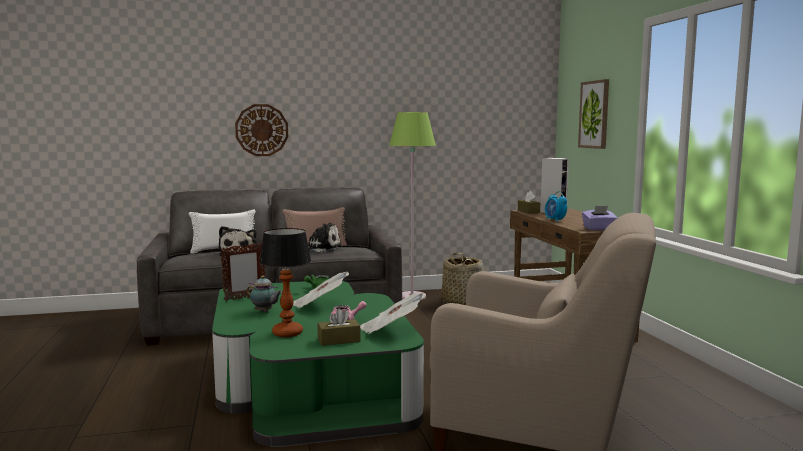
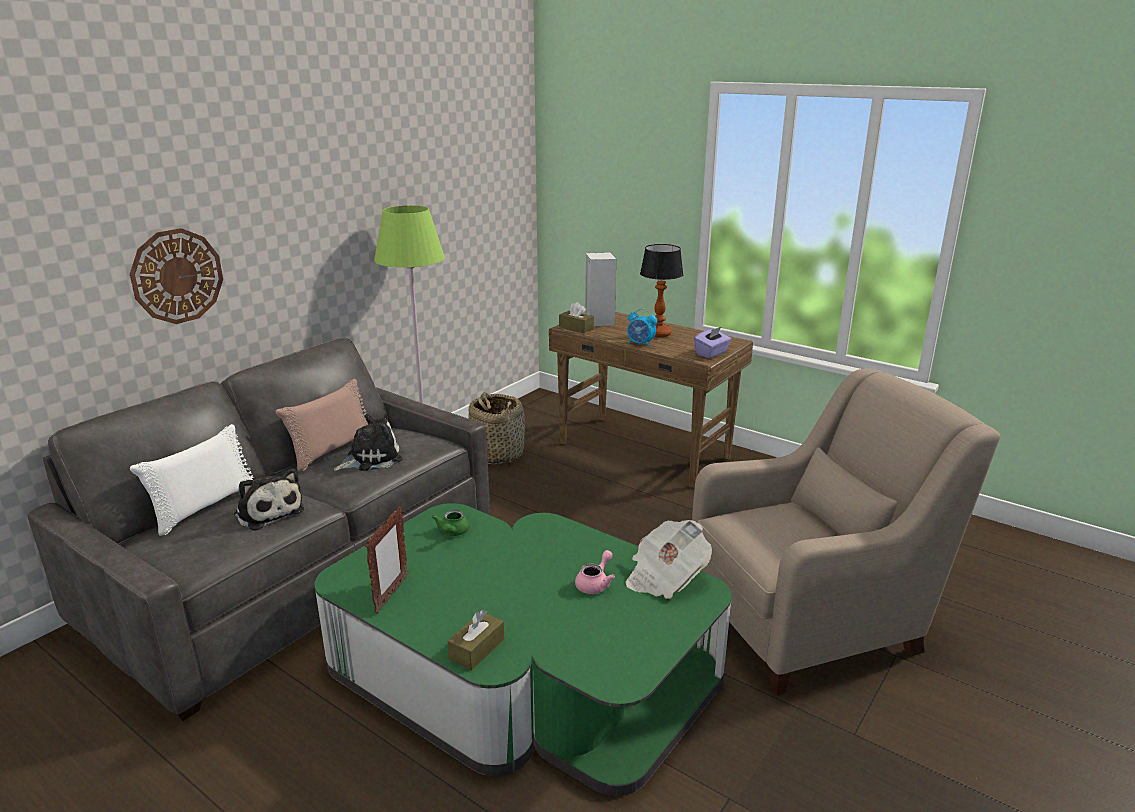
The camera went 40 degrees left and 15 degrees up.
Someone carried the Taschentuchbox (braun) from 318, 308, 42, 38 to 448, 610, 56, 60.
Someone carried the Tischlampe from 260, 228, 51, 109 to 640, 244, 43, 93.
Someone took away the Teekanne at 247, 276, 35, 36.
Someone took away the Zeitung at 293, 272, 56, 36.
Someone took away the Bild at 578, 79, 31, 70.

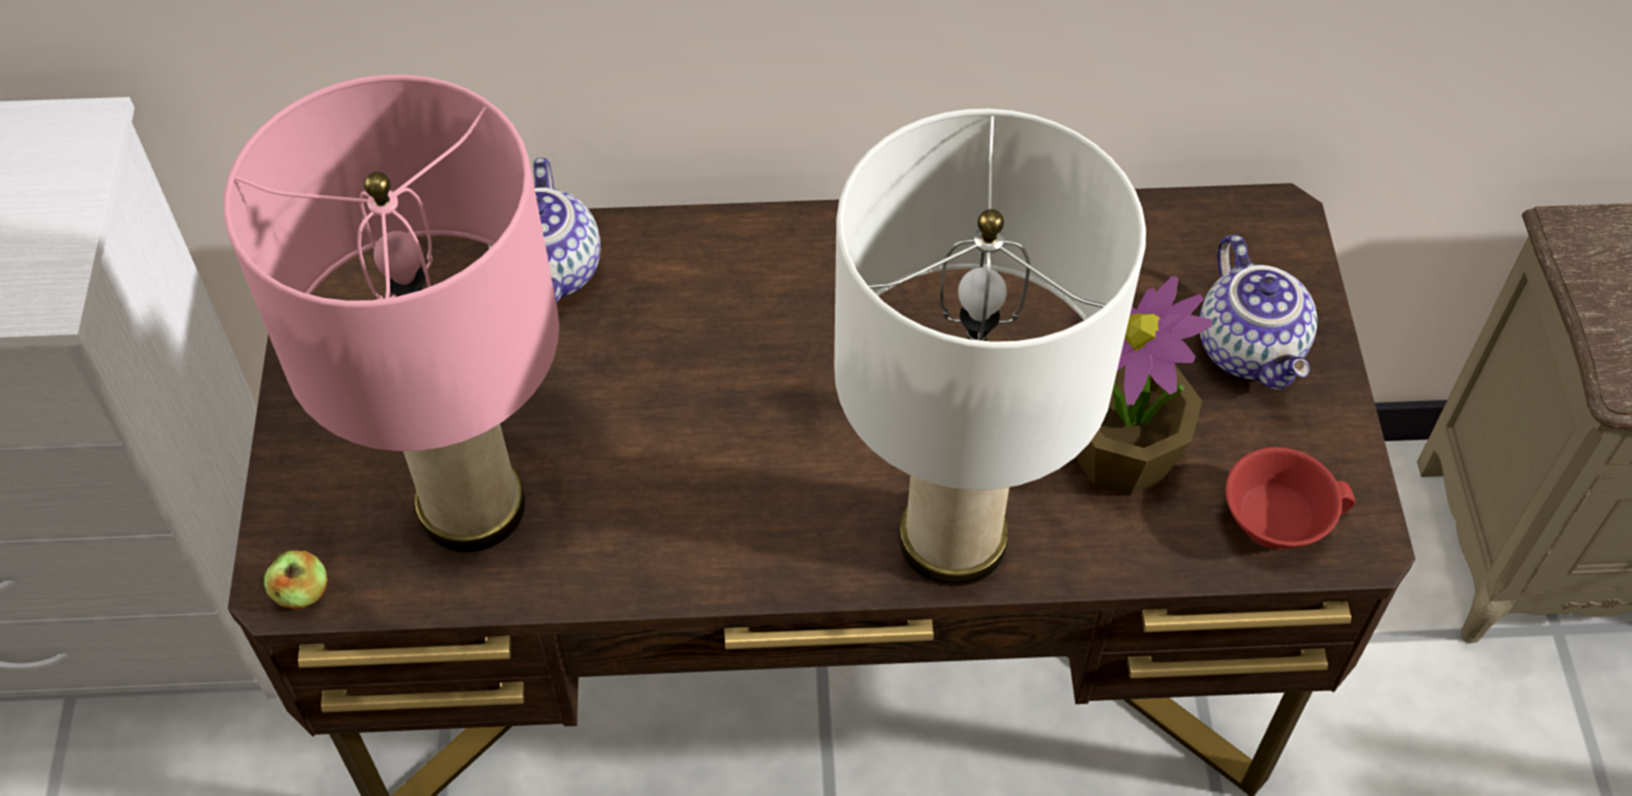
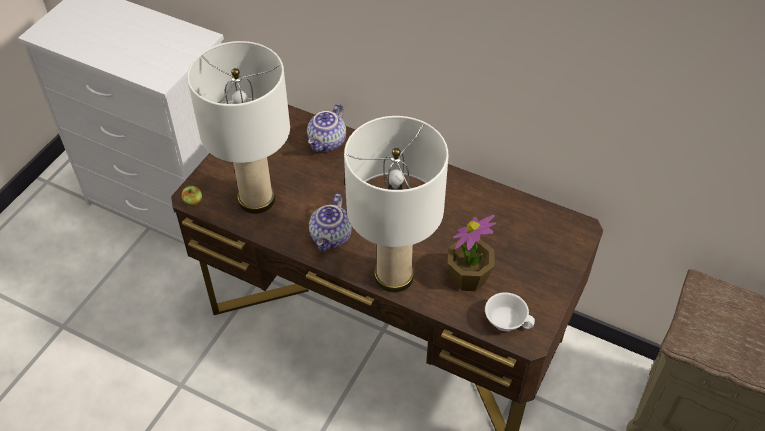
The camera went 30 degrees right and 5 degrees down.
Someone repainted the Tischlampe (rosa) at 224, 75, 335, 477, which became the Tischlampe (weiß) at 187, 41, 103, 173.
Someone carried the Teekanne from 1200, 235, 117, 155 to 309, 194, 43, 57.
Someone repainted the Tasse (rot) at 1225, 447, 131, 102, which became the Tasse (weiß) at 485, 292, 50, 39.

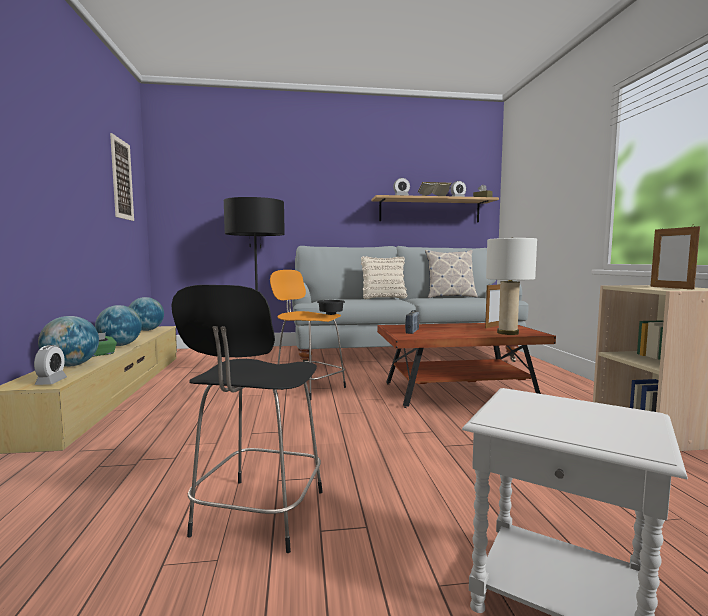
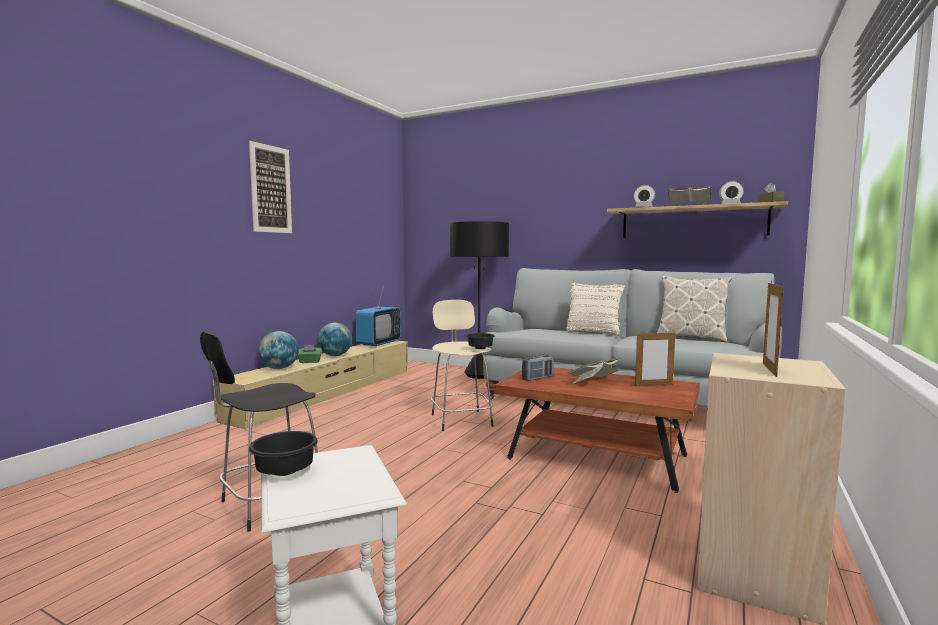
The camera went 35 degrees right and 0 degrees up.
Someone carried the Bild from 110, 133, 24, 88 to 249, 141, 43, 92.
Someone put down the Schüssel (schwarz) at 249, 431, 69, 45.
Someone swapped the Globus at 129, 297, 35, 34 for the Fernseher at 355, 284, 46, 63.
Someone repainted the Hocker (orange) at 270, 270, 76, 130, which became the Hocker (beige) at 431, 300, 62, 131.
Someone put down the Buch at 565, 358, 56, 26.
Someone took away the Wecker at 34, 345, 33, 40.
Someone took away the Tischlampe (weiß) at 486, 238, 51, 97.

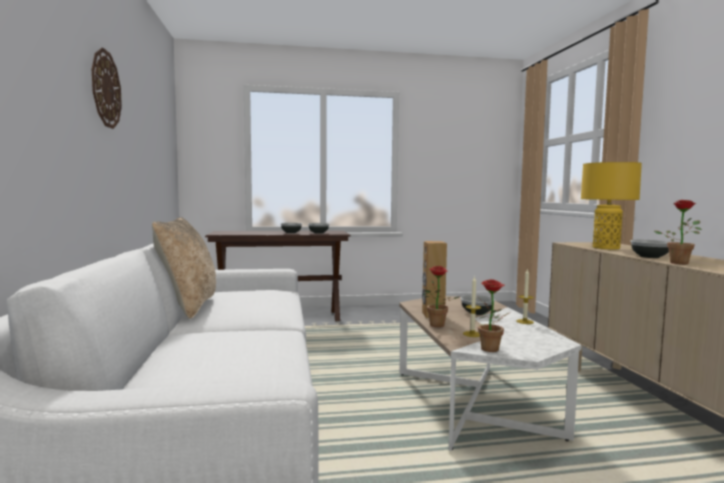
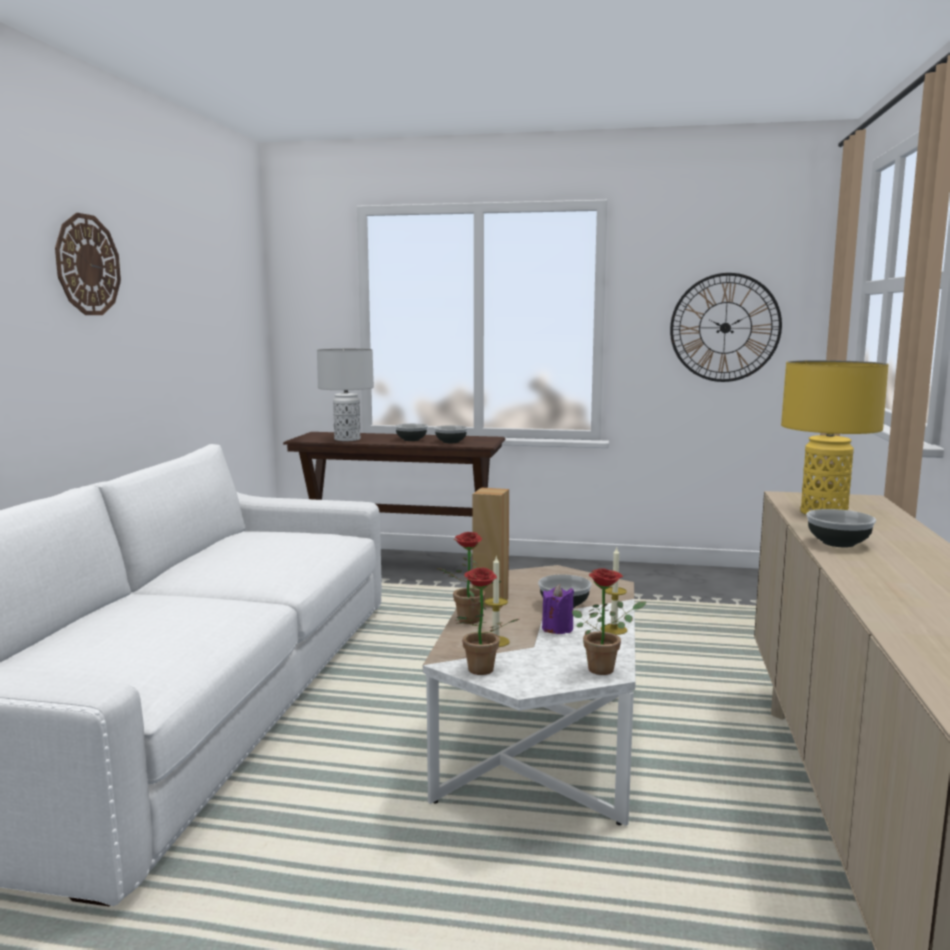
The camera went 20 degrees right and 5 degrees up.
Someone put down the Tischlampe (weiß) at 317, 349, 57, 92.
Someone put down the Kerze (lila) at 542, 584, 32, 50.
Someone carried the Topfpflanze from 654, 200, 48, 64 to 572, 569, 74, 106.
Someone put up the Wanduhr at 670, 273, 112, 109.
Someone took away the Kissen (beige) at 152, 217, 64, 102.

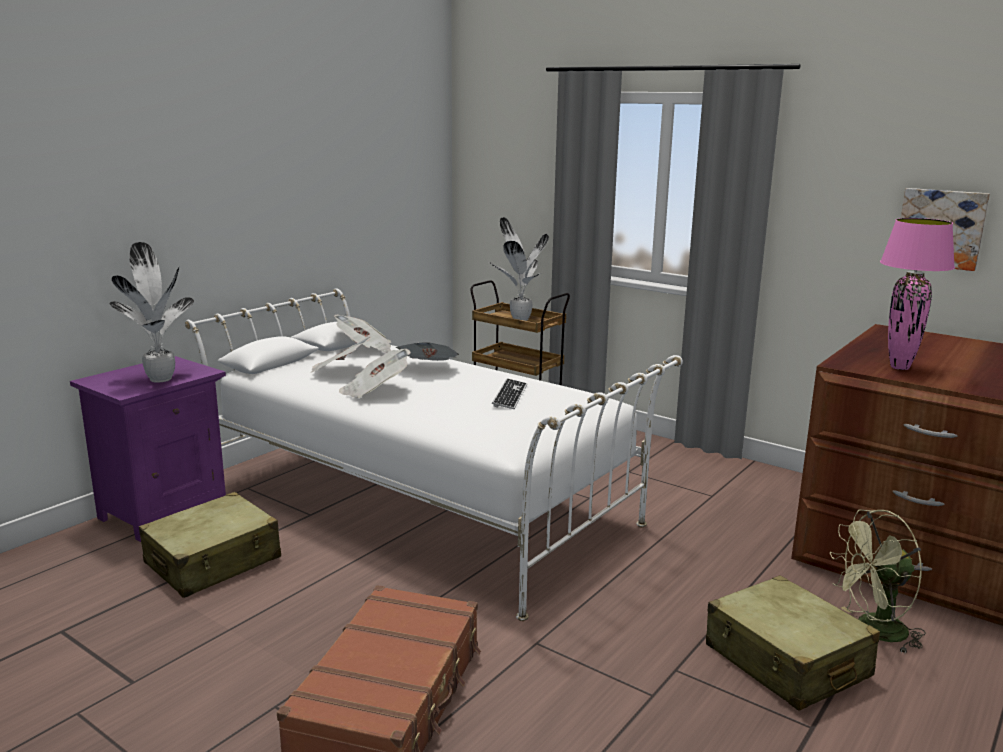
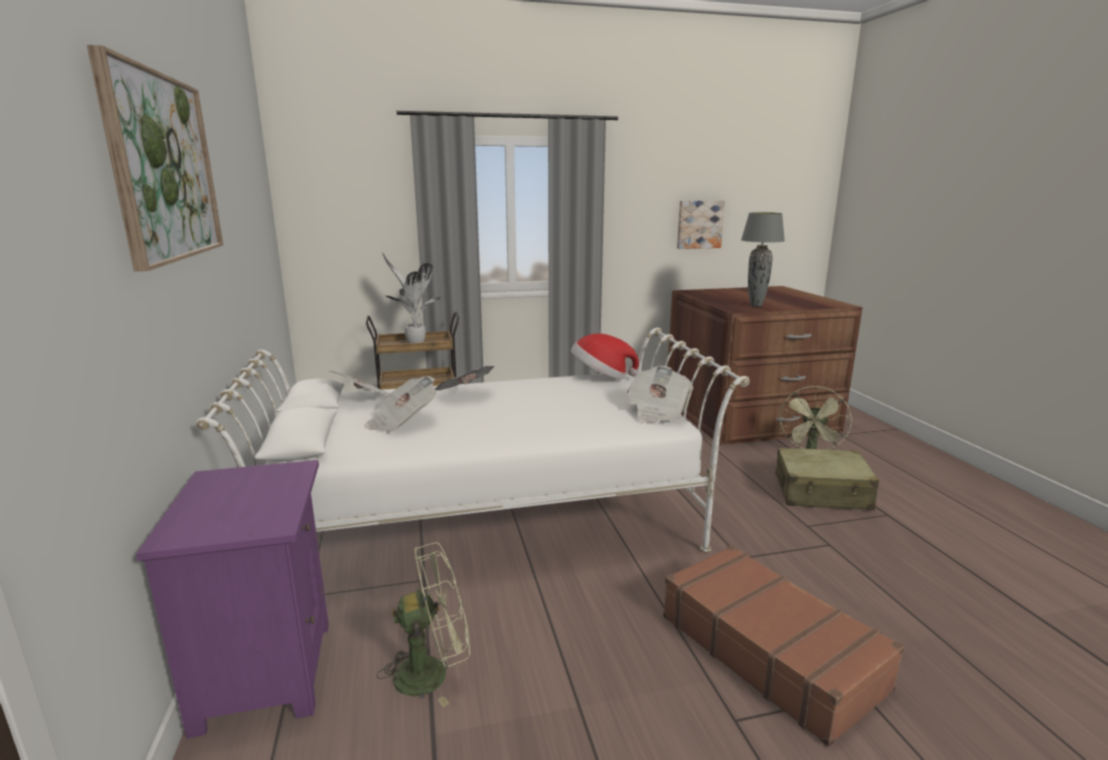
The camera went 50 degrees left and 0 degrees up.
Someone put up the Bild at 87, 45, 136, 227.
Someone swapped the Koffer (beige) at 139, 492, 142, 106 for the Ventilator (grün) at 377, 542, 93, 165.
Someone put down the Hut at 571, 333, 68, 47.
Someone carried the Zeitung from 339, 349, 72, 49 to 627, 366, 67, 57.
Someone repainted the Tischlampe (rosa) at 880, 218, 75, 152, which became the Tischlampe (grau) at 741, 212, 44, 95.
Someone took away the Topfpflanze at 109, 242, 85, 140.
Someone took away the Tastatur at 492, 378, 35, 31.

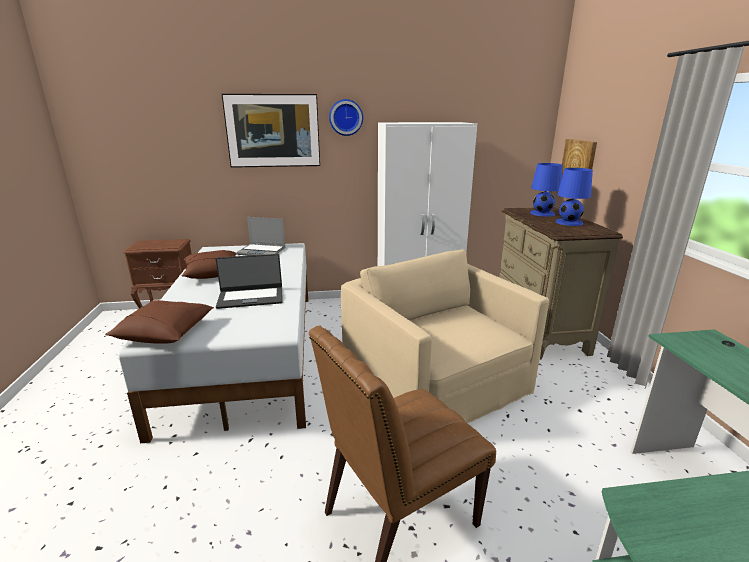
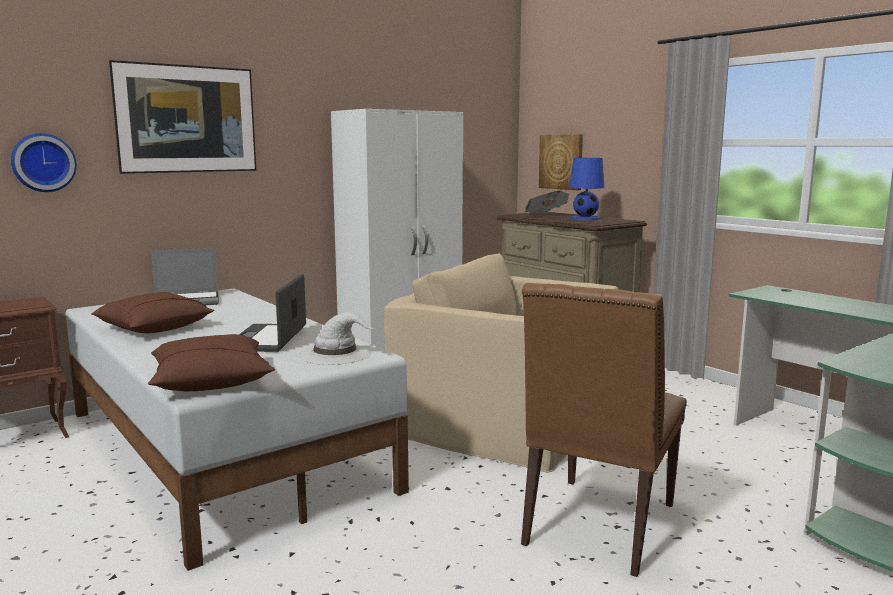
The camera went 30 degrees left and 10 degrees down.
Someone carried the Wanduhr from 329, 99, 34, 37 to 11, 133, 66, 59.
Someone rotated the Laptop at 216, 254, 66, 55 by 135 degrees clockwise.
Someone put down the Hut (weiß) at 298, 312, 76, 53.
Someone swapped the Tischlampe (blau) at 530, 163, 33, 54 for the Zeitung at 525, 191, 44, 23.

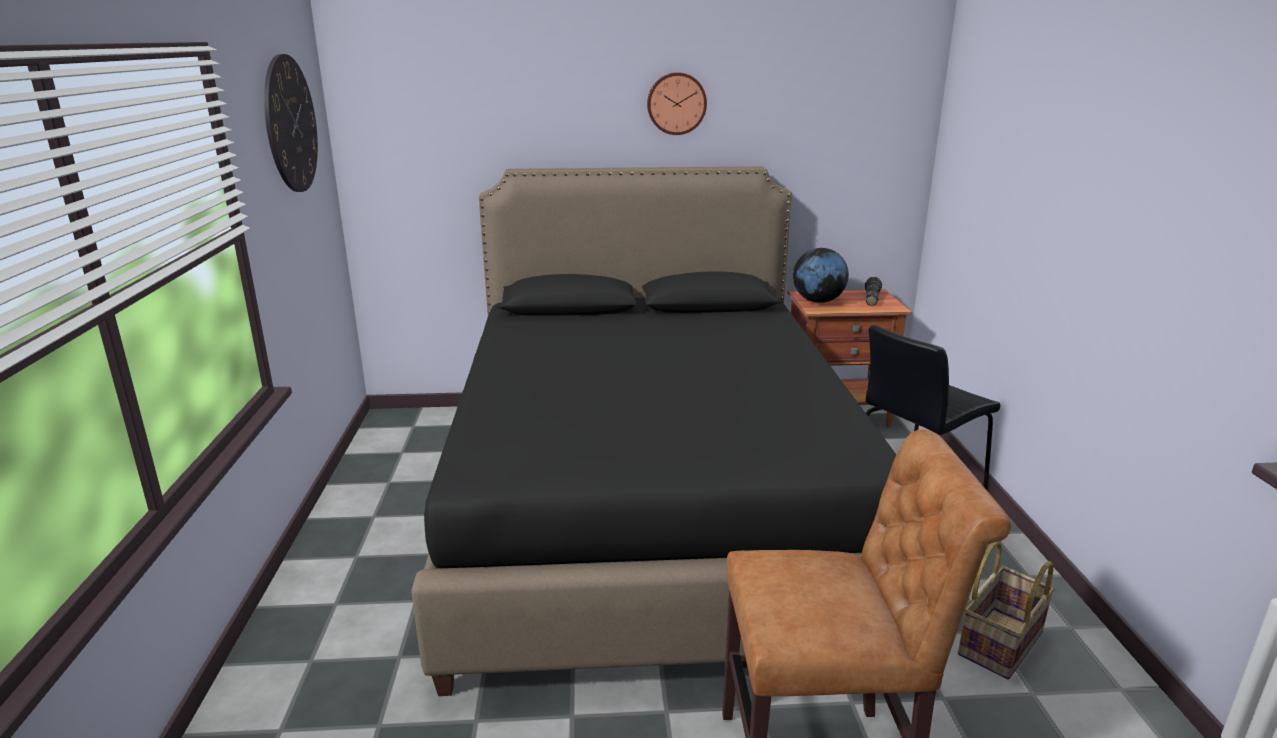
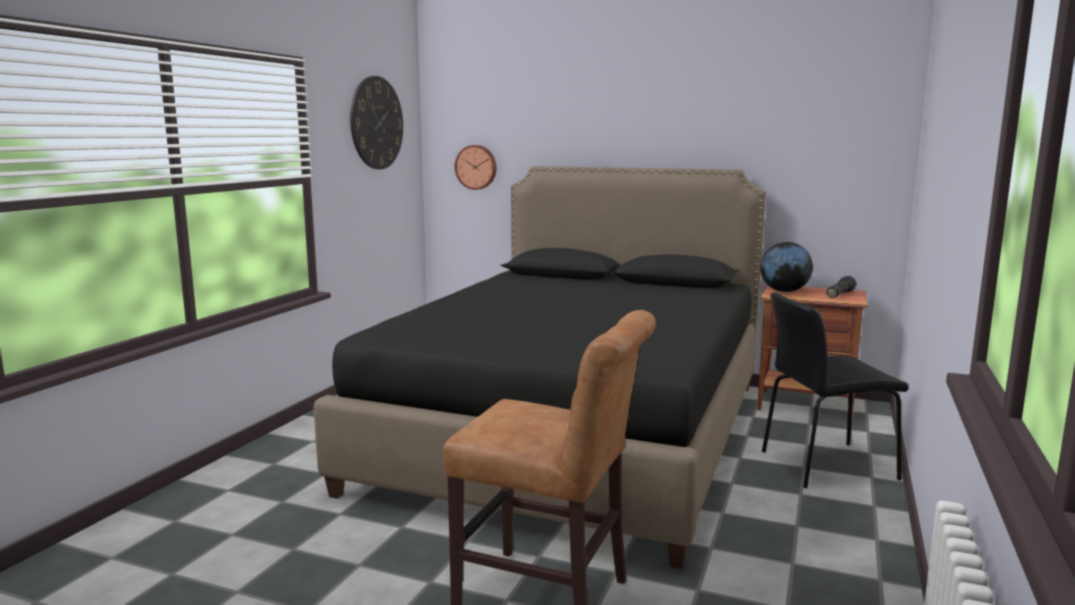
The camera went 25 degrees right and 10 degrees down.
Someone carried the Wanduhr from 647, 72, 60, 63 to 455, 145, 42, 45.
Someone took away the Korb at 958, 542, 97, 138.

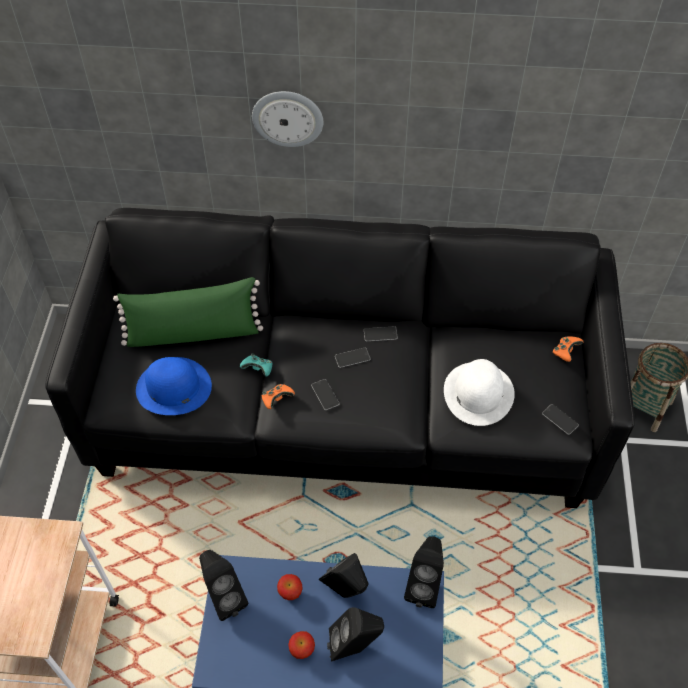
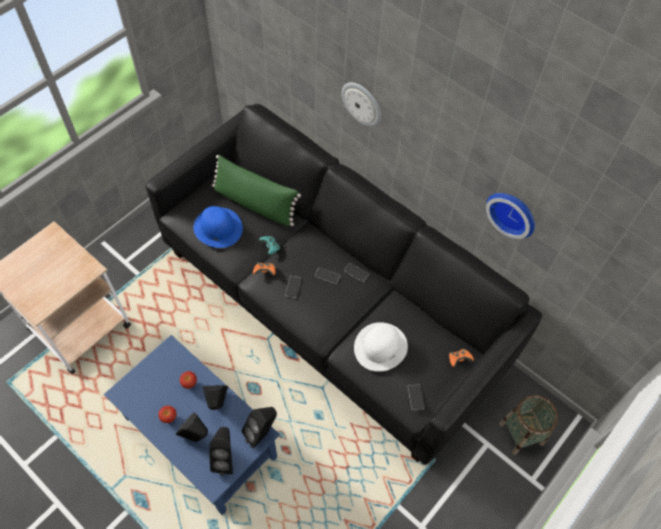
The camera went 35 degrees right and 5 degrees up.
Someone carried the Lautsprecher (schwarz) from 199, 550, 49, 71 to 209, 427, 24, 48.
Someone put up the Wanduhr at 486, 193, 49, 46.

